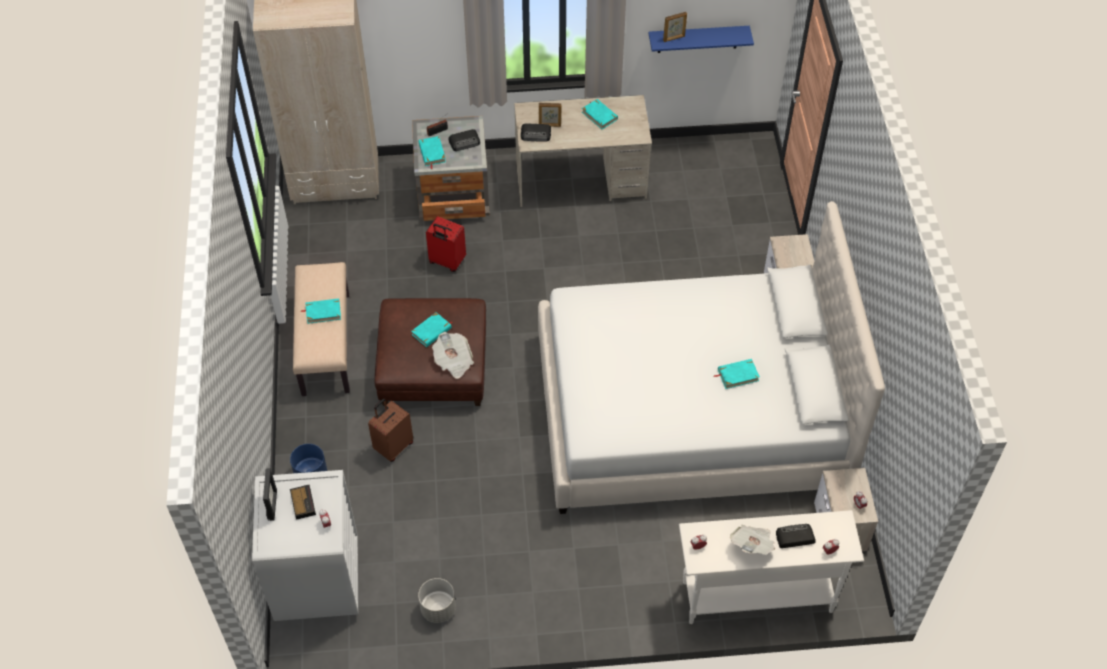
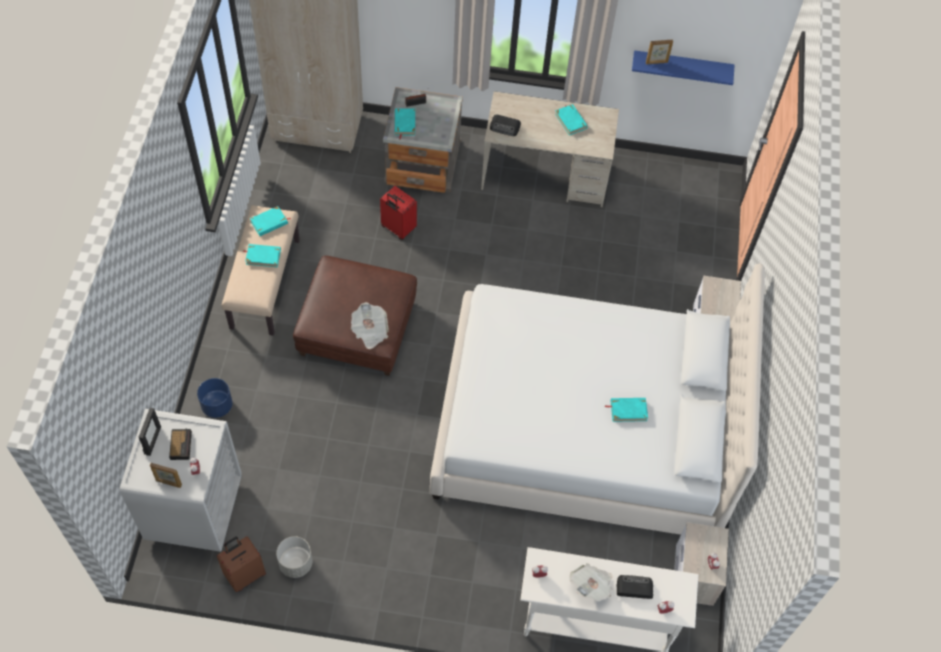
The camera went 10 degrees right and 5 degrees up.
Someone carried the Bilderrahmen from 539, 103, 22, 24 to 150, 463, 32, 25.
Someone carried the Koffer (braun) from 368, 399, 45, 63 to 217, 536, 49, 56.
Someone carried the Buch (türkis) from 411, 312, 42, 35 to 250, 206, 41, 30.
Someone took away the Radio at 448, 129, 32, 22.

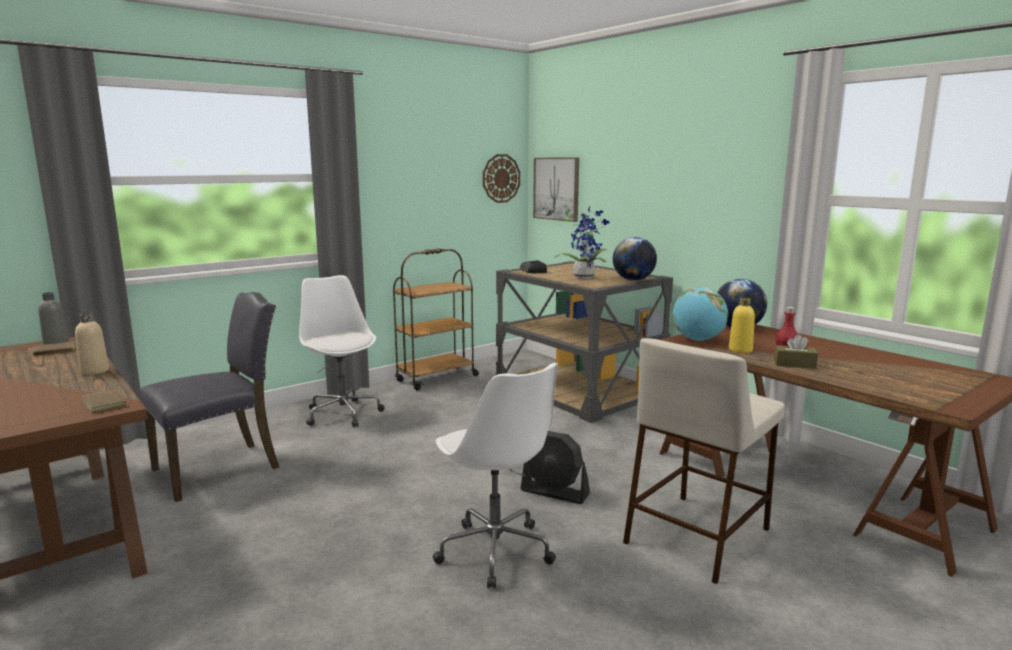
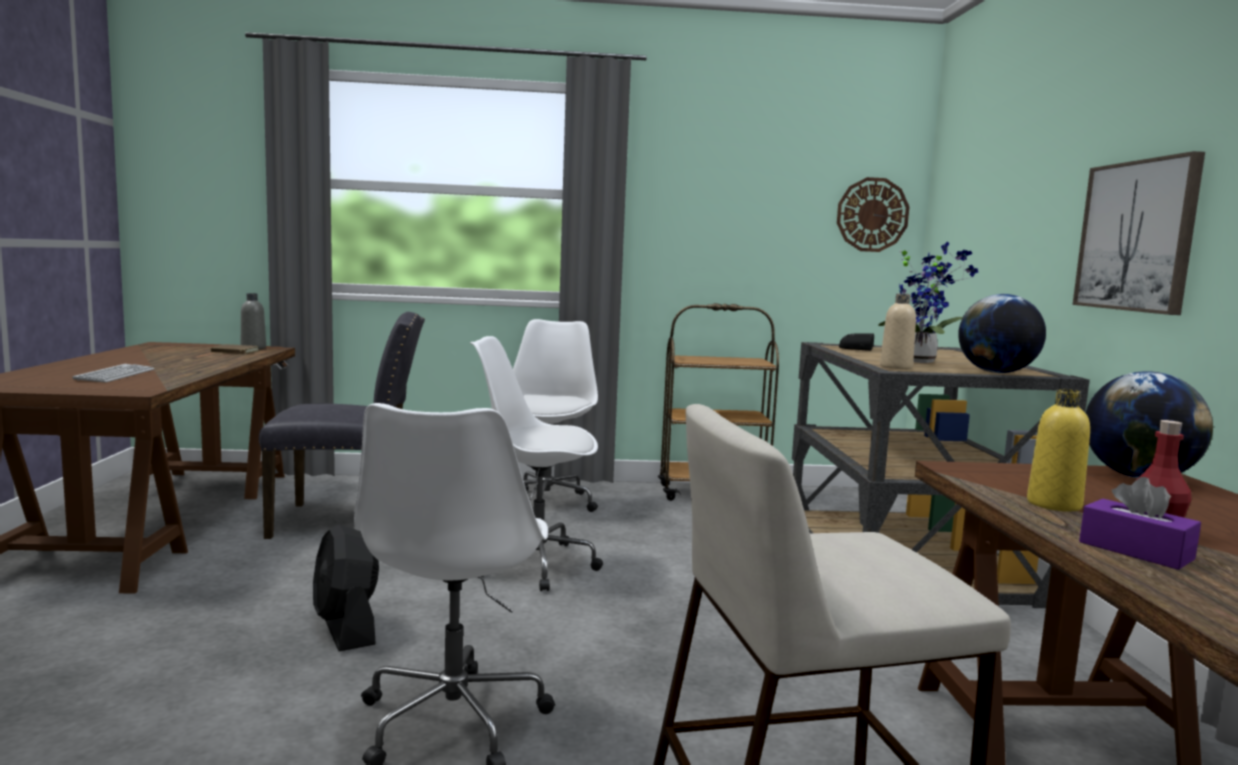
The camera went 35 degrees right and 5 degrees down.
Someone put down the Tastatur at 73, 364, 82, 19.
Someone carried the Ventilator (schwarz) from 521, 431, 69, 73 to 313, 525, 66, 126.
Someone put down the Bürostuhl (weiß) at 470, 336, 133, 255.
Someone carried the Flasche (beige) from 75, 313, 34, 62 to 880, 294, 36, 75.
Someone carried the Bild from 533, 157, 46, 65 to 1072, 151, 133, 164.
Someone repainted the Taschentuchbox (braun) at 774, 334, 44, 35, which became the Taschentuchbox (lila) at 1079, 477, 122, 93.
Someone took away the Buch (braun) at 82, 388, 44, 25.
Someone took away the Globus at 673, 287, 55, 54.

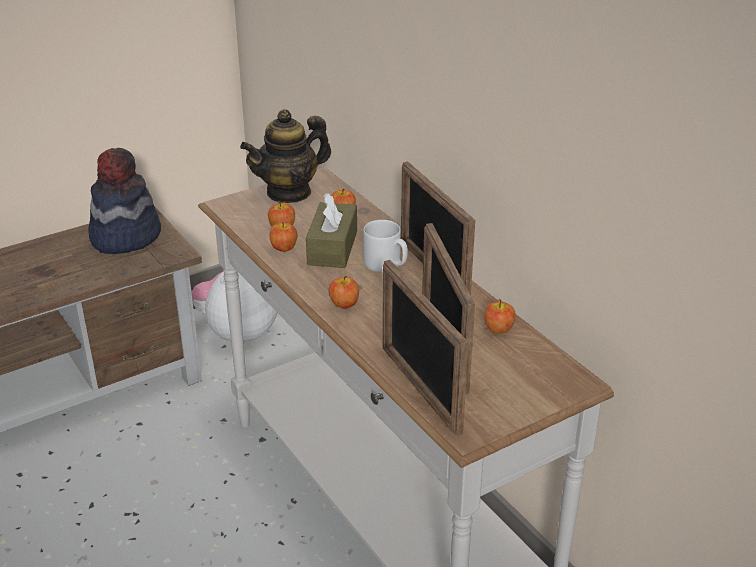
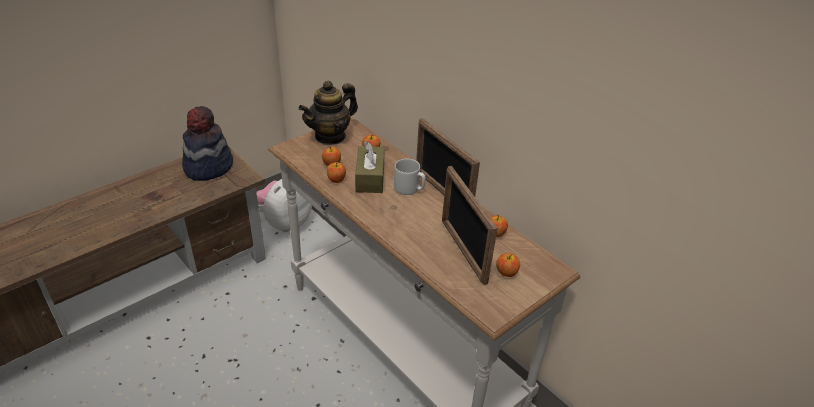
The camera went 10 degrees left and 5 degrees up.
Someone carried the Apfel from 328, 276, 31, 32 to 496, 253, 24, 24.
Someone took away the Bilderrahmen at 383, 260, 86, 176.

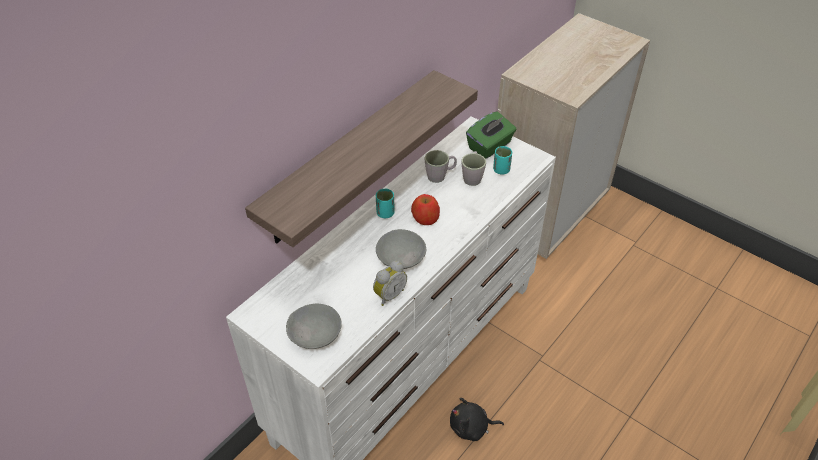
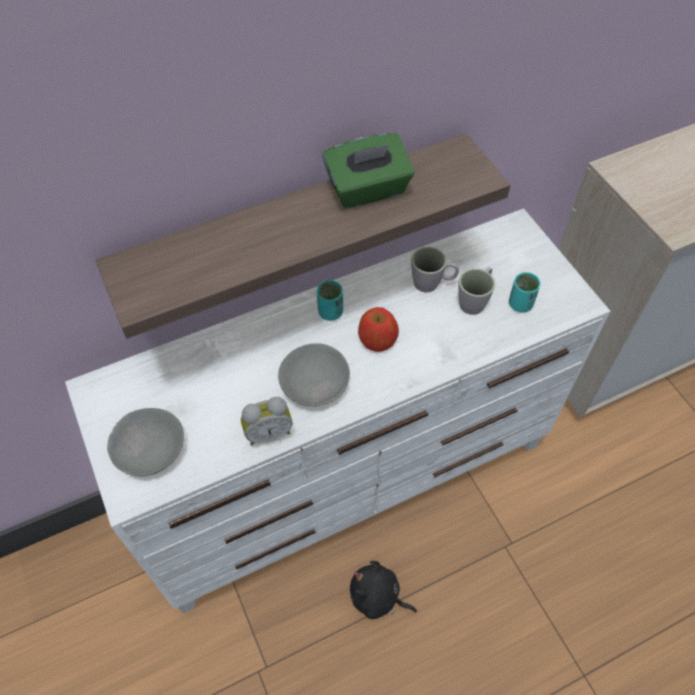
The camera went 25 degrees right and 10 degrees up.
Someone carried the Taschentuchbox (grün) from 466, 112, 51, 47 to 322, 133, 92, 75.

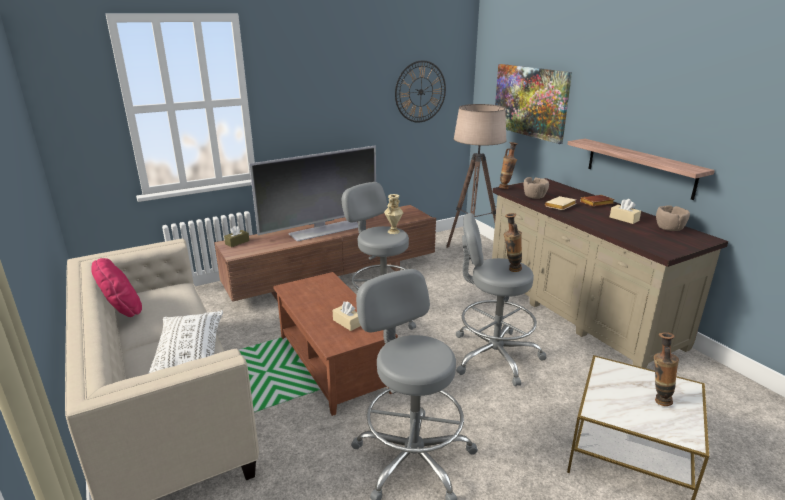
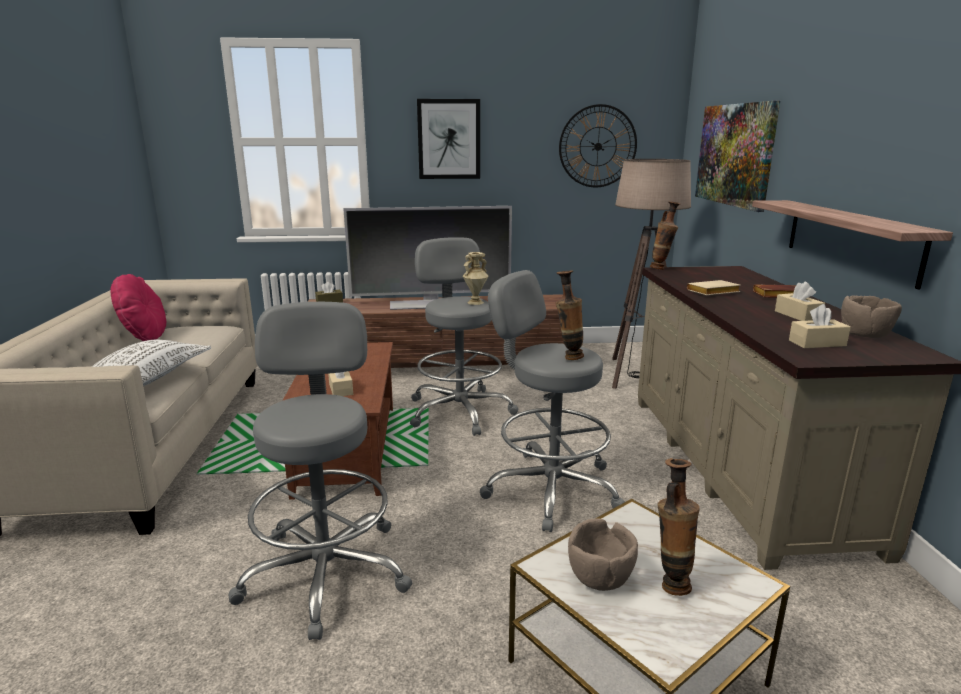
The camera went 25 degrees right and 5 degrees down.
Someone put up the Bild at 417, 99, 63, 80.
Someone carried the Schüssel (braun) from 524, 177, 25, 22 to 568, 518, 70, 73.
Someone put down the Taschentuchbox (beige) at 789, 304, 62, 44.

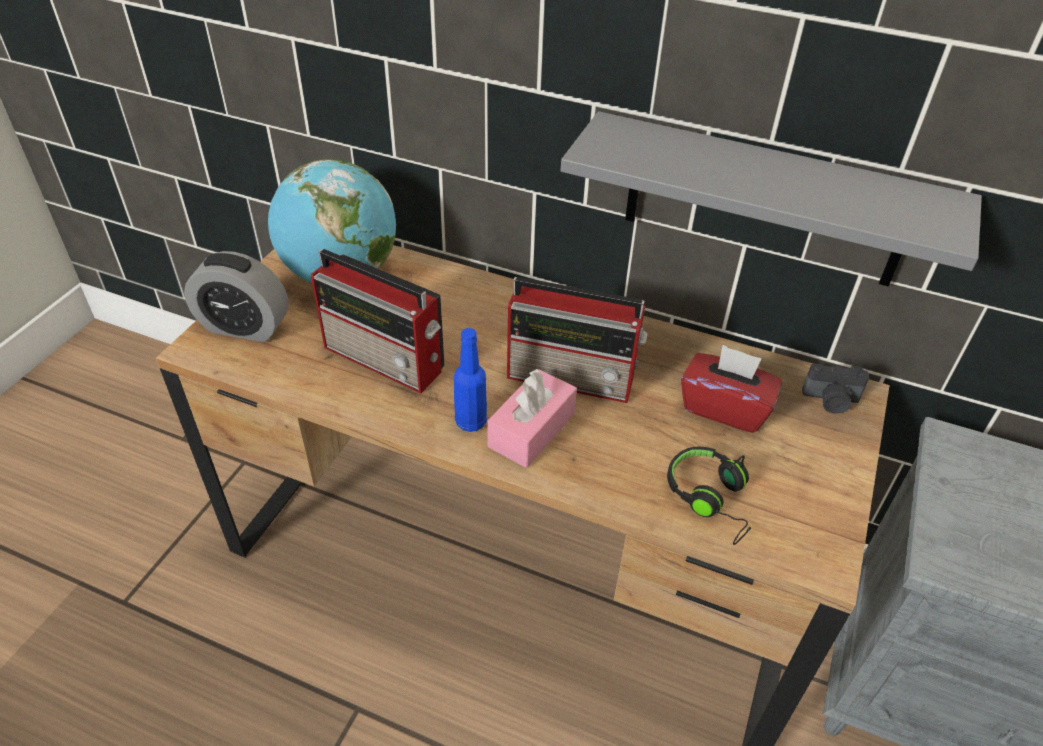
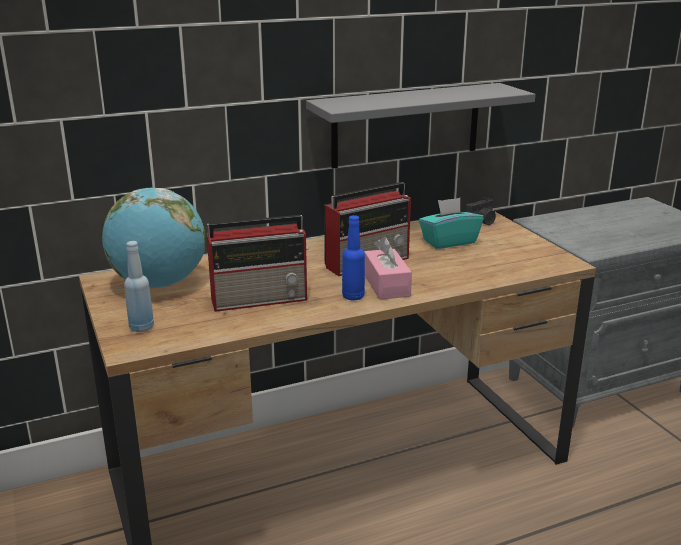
The camera went 45 degrees left and 20 degrees down.
Someone swapped the Wecker at 184, 251, 105, 91 for the Flasche (blau) at 124, 241, 30, 91.
Someone repainted the Taschentuchbox (rot) at 681, 345, 101, 88, which became the Taschentuchbox (türkis) at 419, 198, 65, 51.
Someone took away the Kopfhörer (schwarz) at 667, 447, 86, 98.

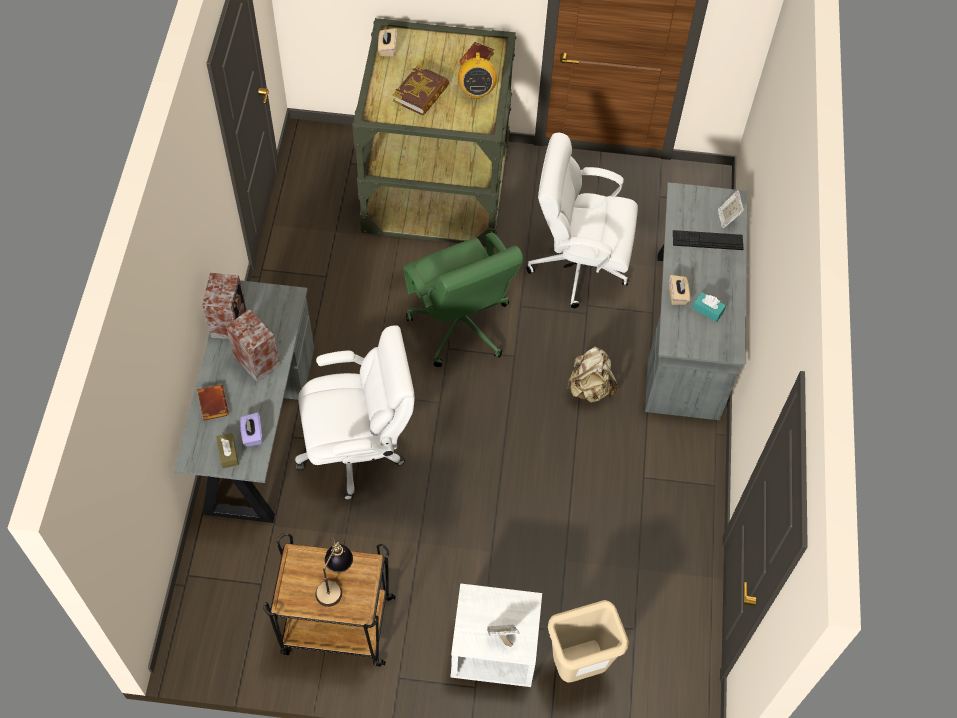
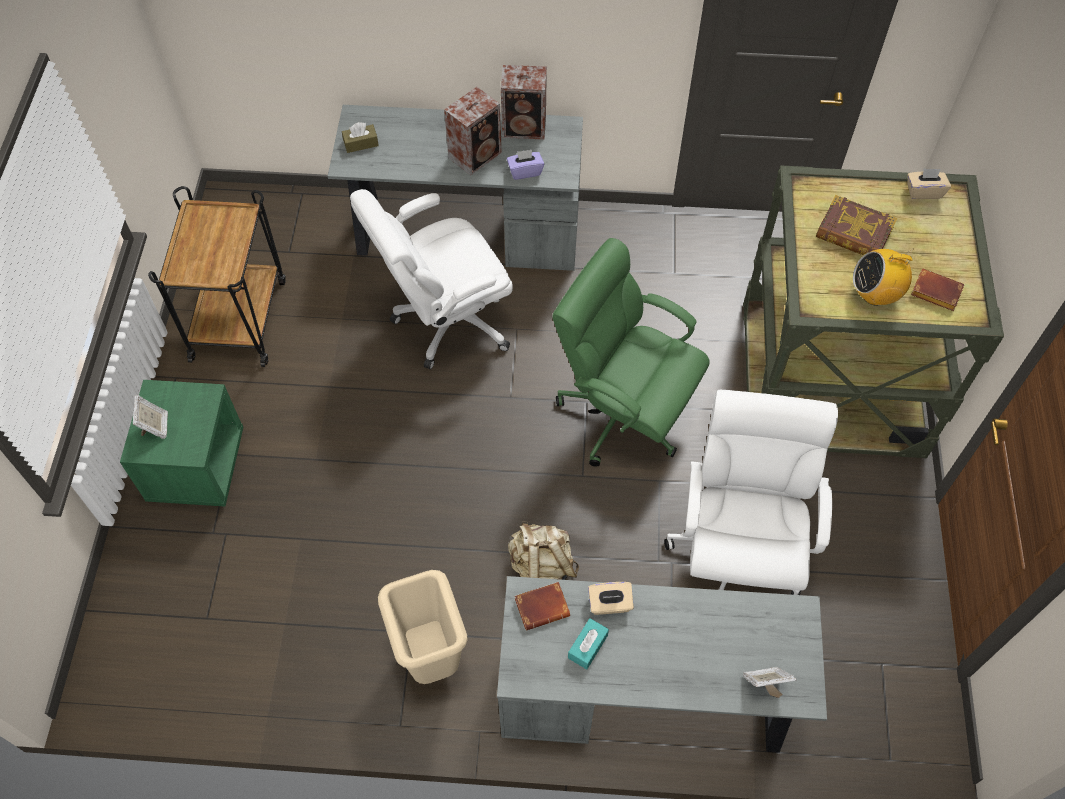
The camera went 90 degrees right and 0 degrees up.
Someone repainted the Nachttisch (weiß) at 450, 583, 92, 104, which became the Nachttisch (grün) at 120, 380, 123, 126.
Someone rotated the Bürostuhl (weiß) at 295, 325, 120, 175 by 75 degrees clockwise.
Someone carried the Mülleimer (beige) from 548, 600, 81, 82 to 378, 570, 90, 114.
Someone carried the Taschentuchbox (lila) from 240, 412, 23, 34 to 507, 150, 37, 30.
Someone carried the Buch (braun) from 197, 385, 32, 36 to 515, 582, 55, 49.
Someone rotated the Bürostuhl (grün) at 403, 233, 120, 134 by 60 degrees clockwise.
Someone took away the Tischlampe at 315, 538, 38, 69.
Someone took away the Tastatur at 673, 230, 70, 20.

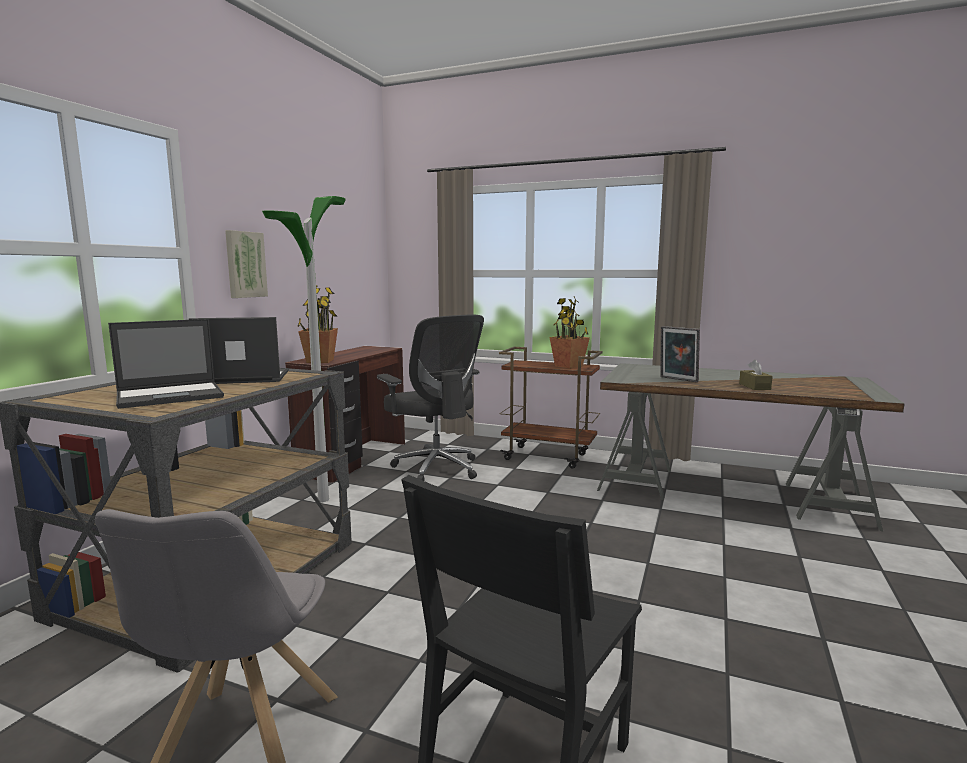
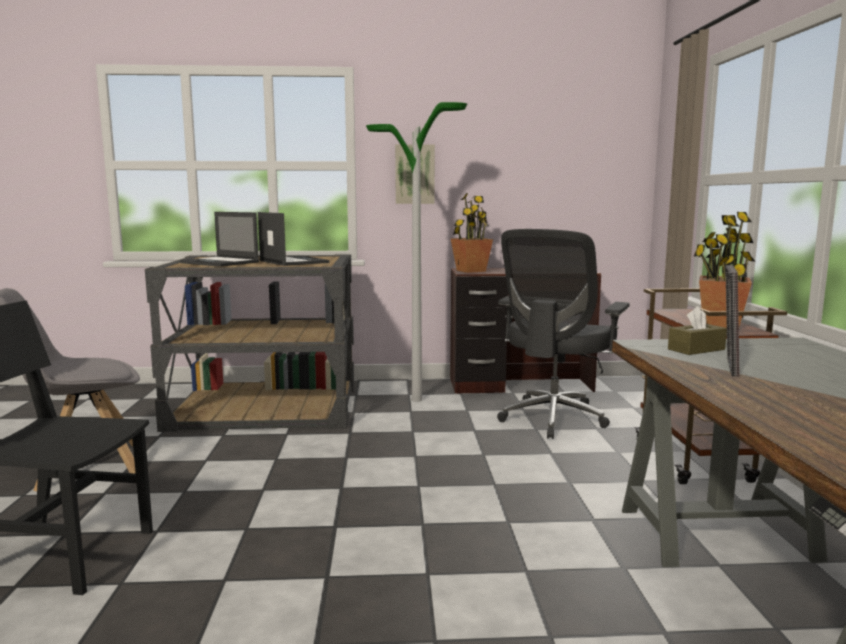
The camera went 65 degrees right and 0 degrees up.
Someone carried the Taschentuchbox (braun) from 739, 360, 34, 30 to 668, 306, 59, 49.

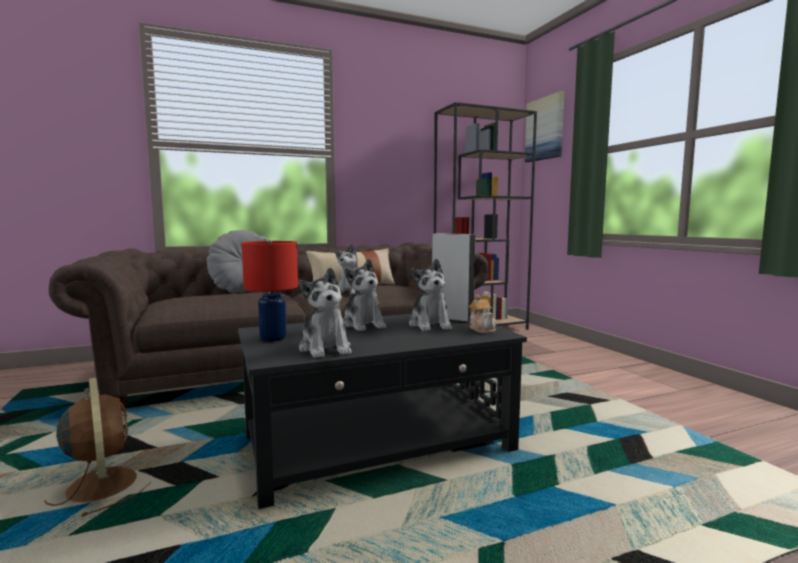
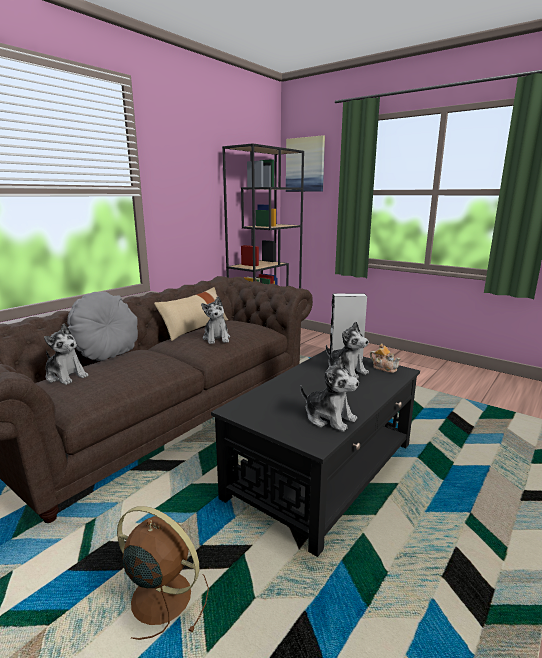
The camera went 30 degrees left and 10 degrees up.
Someone carried the Plüschtier from 343, 258, 43, 73 to 44, 324, 45, 61.
Someone took away the Tischlampe (rot) at 242, 240, 56, 102.

